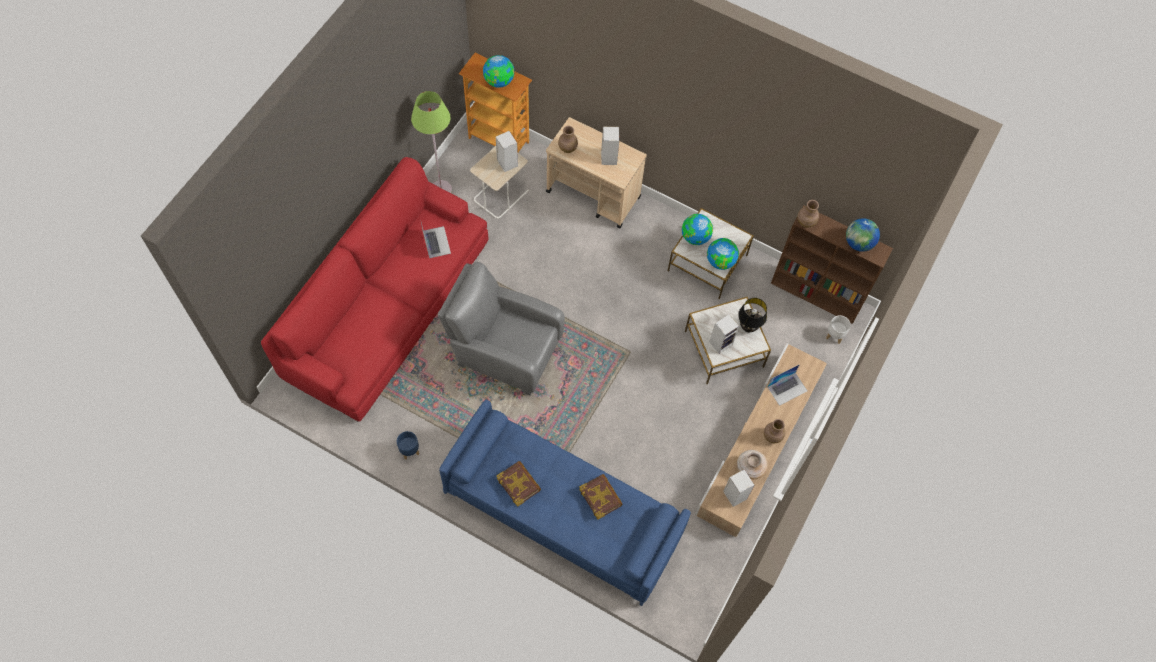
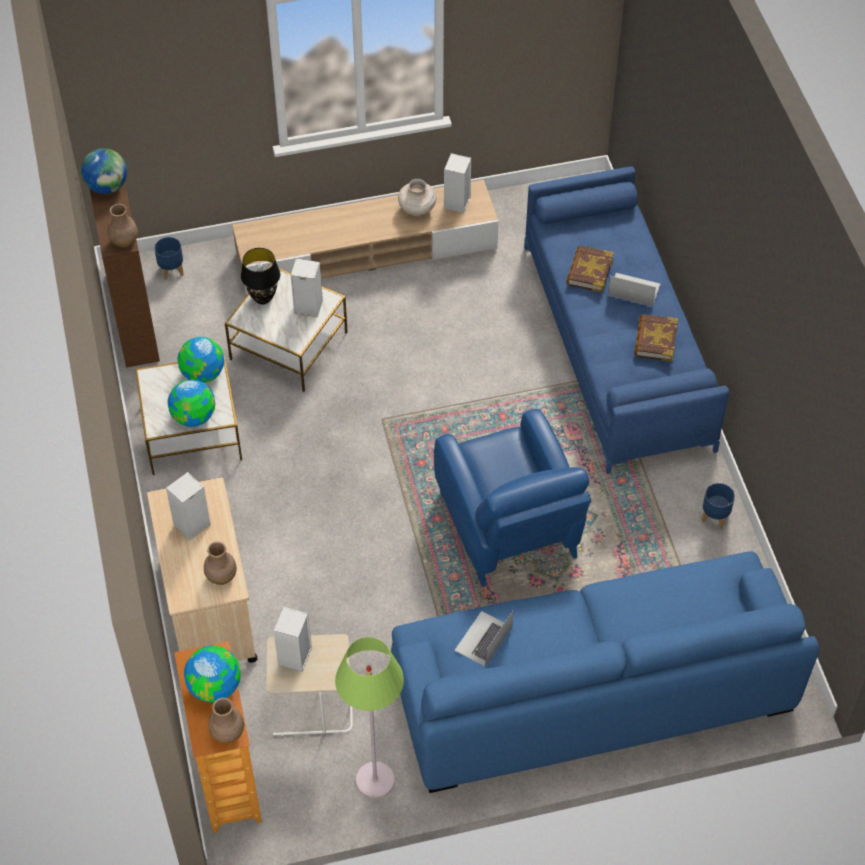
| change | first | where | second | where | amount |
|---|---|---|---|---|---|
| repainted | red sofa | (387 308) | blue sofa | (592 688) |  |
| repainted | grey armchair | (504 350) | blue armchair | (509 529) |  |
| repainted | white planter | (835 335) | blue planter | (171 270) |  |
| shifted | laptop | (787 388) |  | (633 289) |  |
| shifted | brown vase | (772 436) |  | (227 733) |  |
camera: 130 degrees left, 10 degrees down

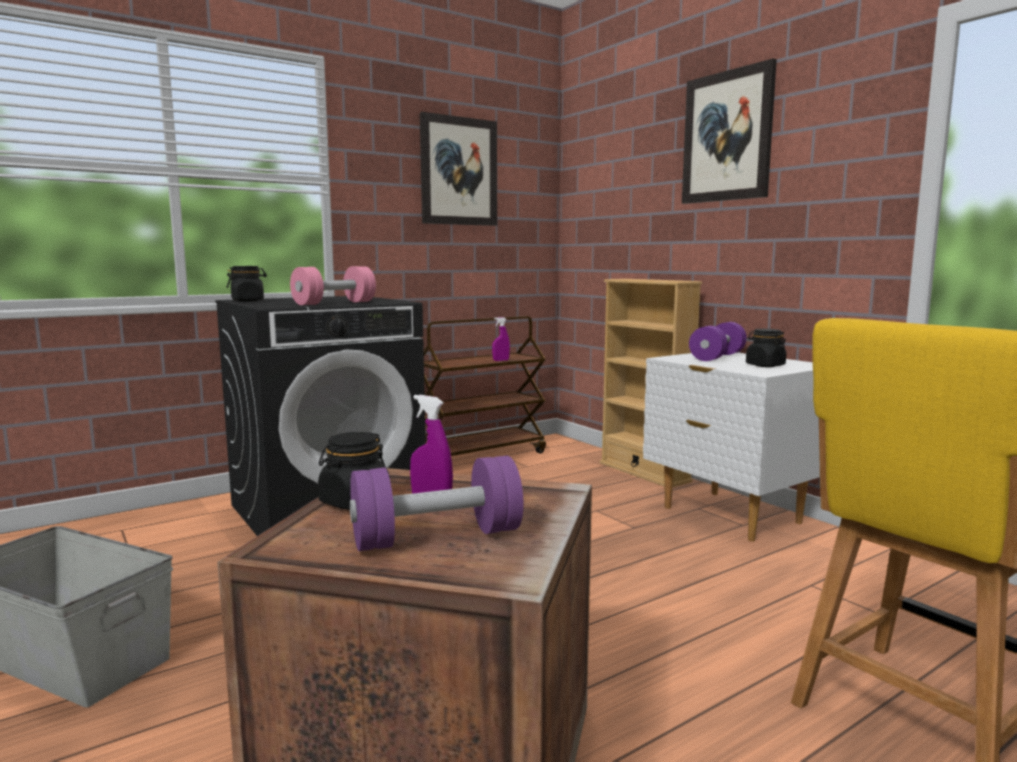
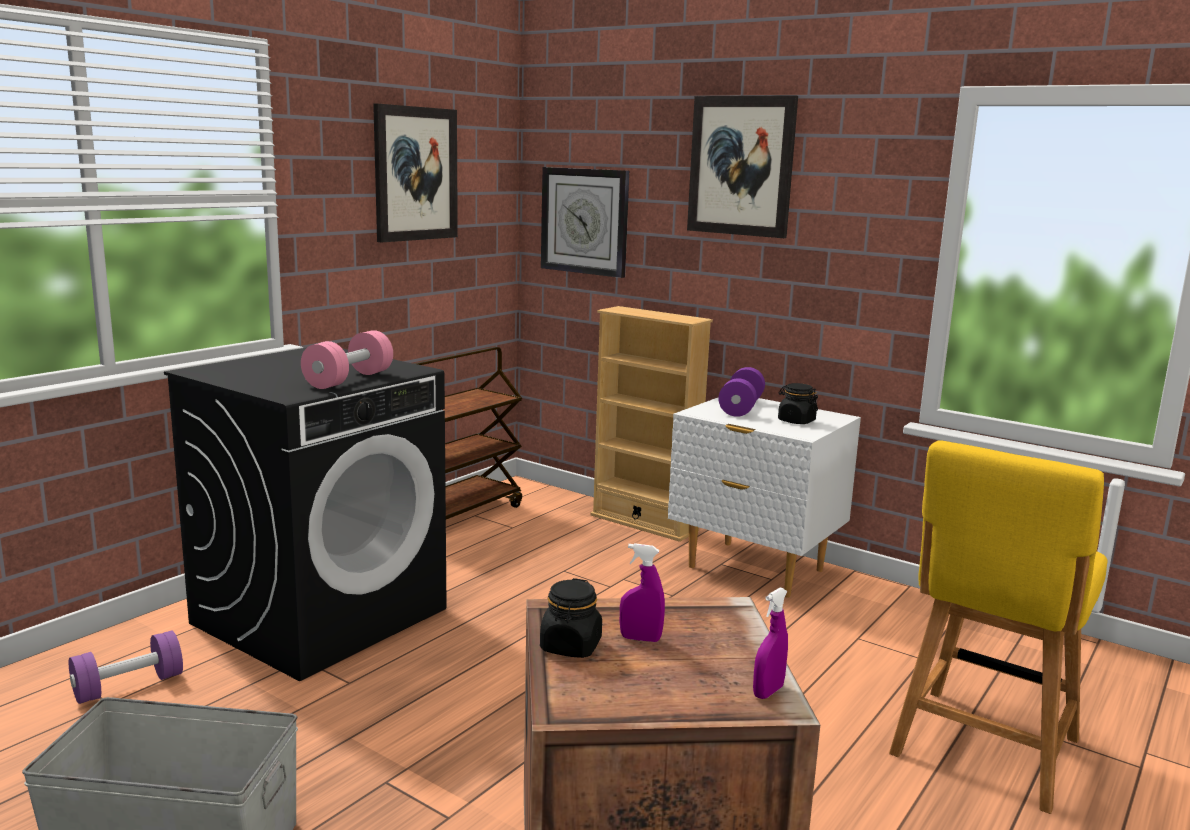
| change | first | where | second | where | amount |
|---|---|---|---|---|---|
| gone | black jar | (248 300) |  |  |  |
| shifted | purple spray bottle | (501 360) |  | (768 692) |  |
| shifted | purple dumbbell | (436 537) |  | (128 686) |  |
| new |  |  | wall clock | (585 221) |  |
camera: 20 degrees left, 5 degrees up

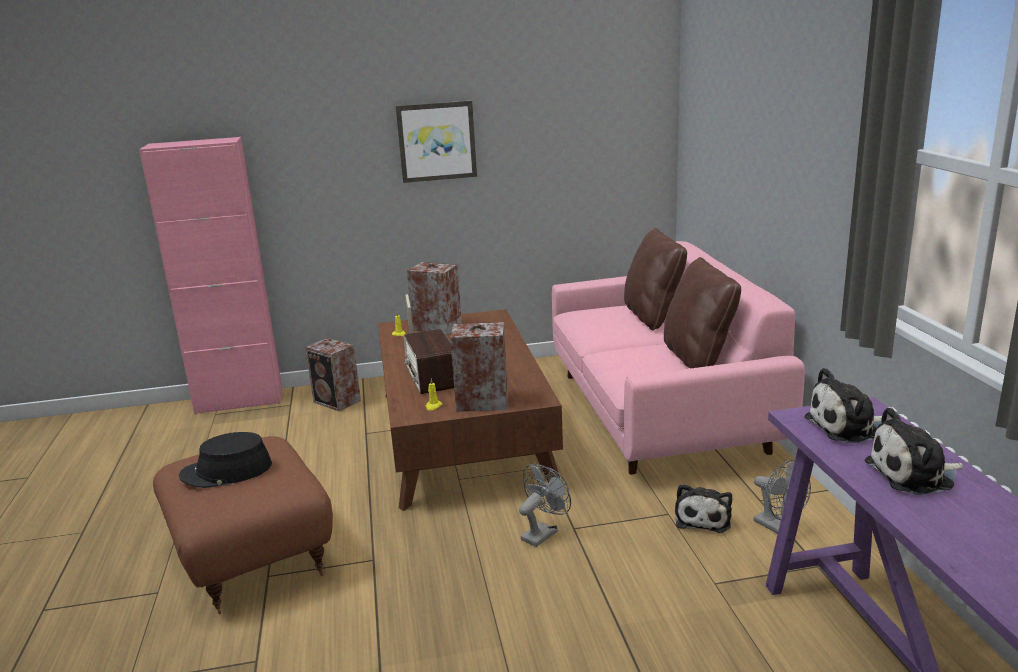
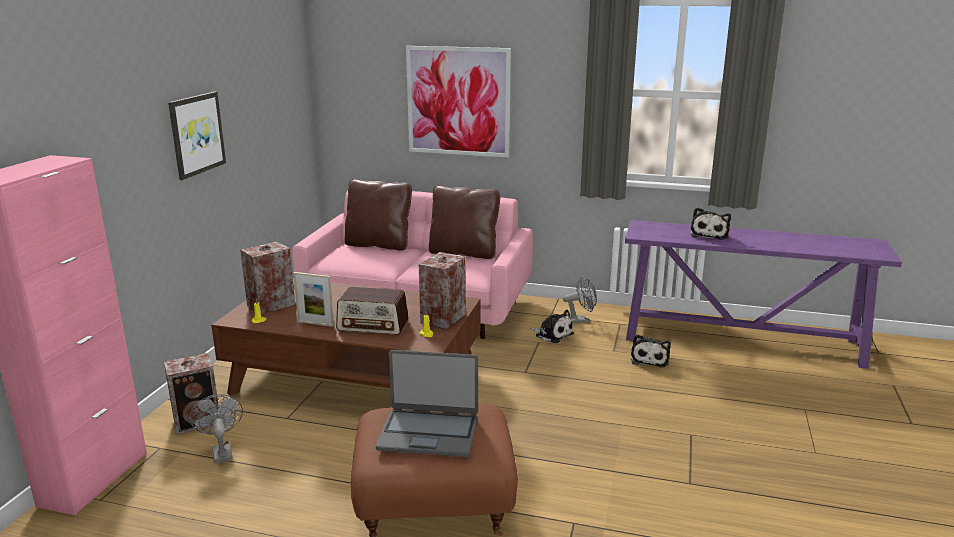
| change | first | where | second | where | amount |
|---|---|---|---|---|---|
| shifted | plush toy | (847 427) |  | (649 359) |  |
| swapped | black hat | (226 471) | laptop | (428 433) |  |
| shifted | grey fan | (543 533) |  | (221 451) |  |
| new |  |  | picture | (458 101) |  |
camera: 65 degrees left, 0 degrees up

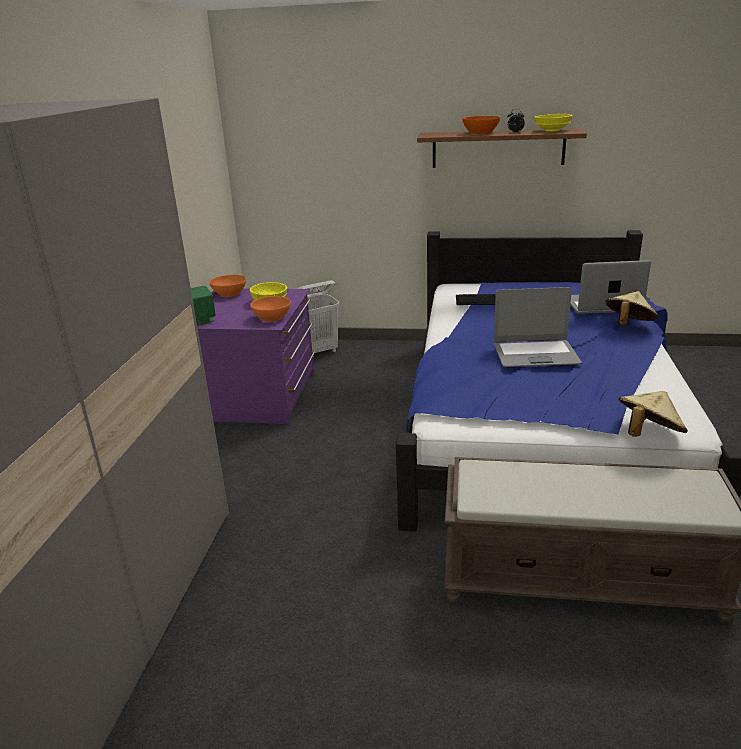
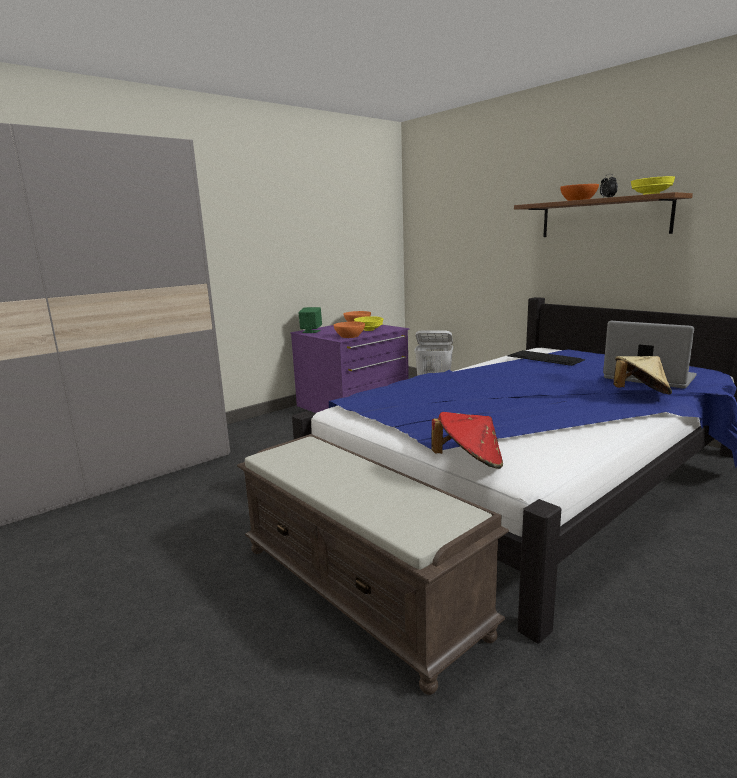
| change | first | where | second | where | amount |
|---|---|---|---|---|---|
| gone | laptop | (535 354) |  |  |  |
| repainted | beige hat | (648 434) | red hat | (469 463) |  |
camera: 40 degrees right, 10 degrees down

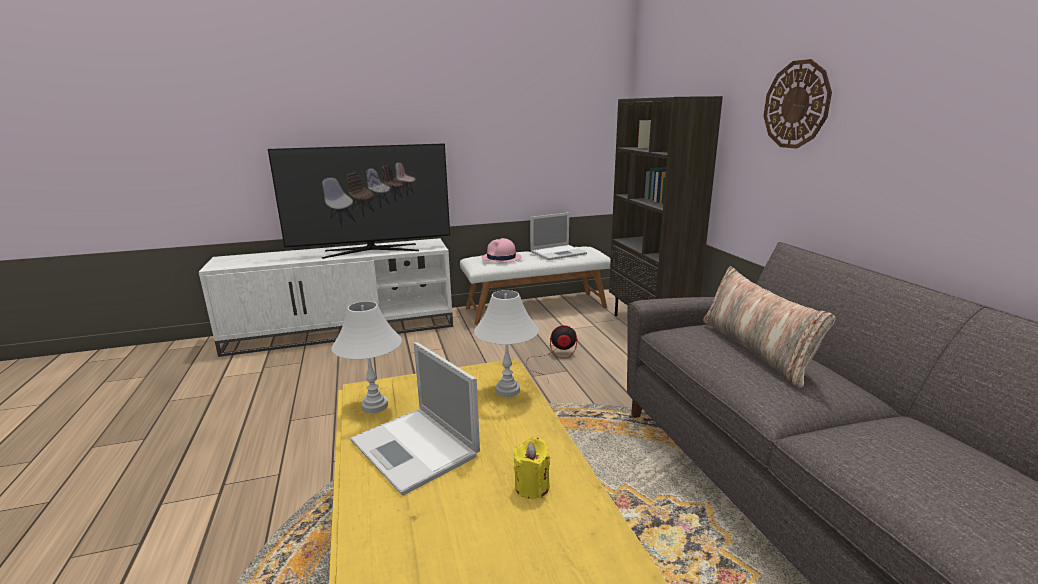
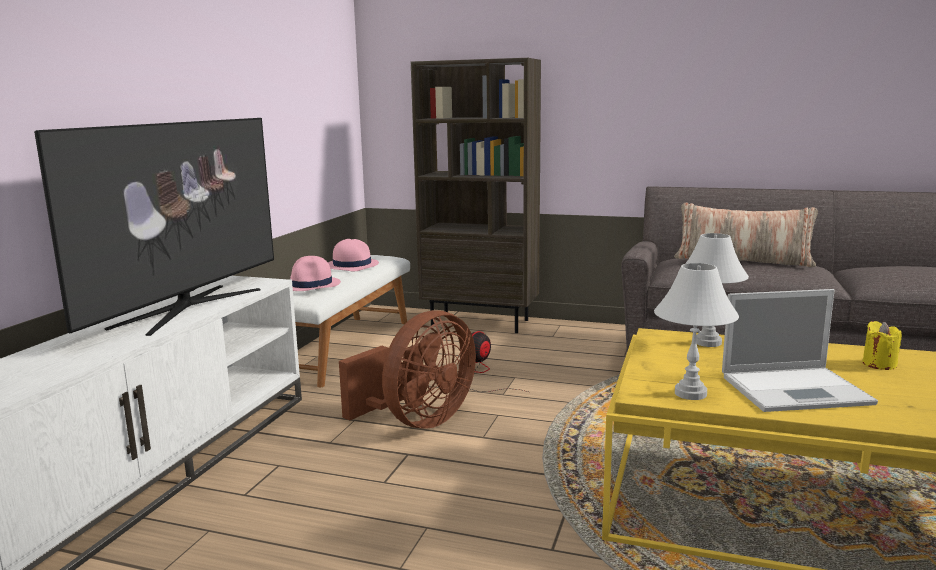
| change | first | where | second | where | amount |
|---|---|---|---|---|---|
| gone | wall clock | (796 105) |  |  |  |
| swapped | laptop | (559 252) | pink hat | (352 265) |  |
| new |  |  | brown fan | (418 421) |  |
camera: 55 degrees left, 5 degrees down

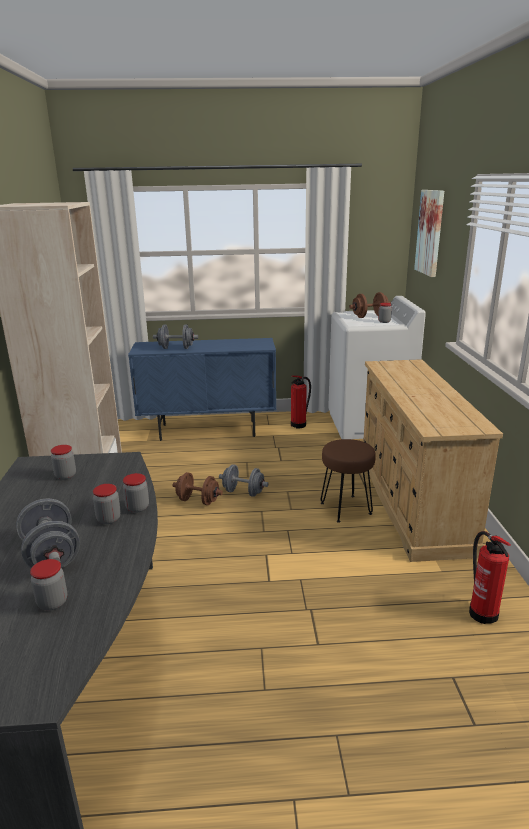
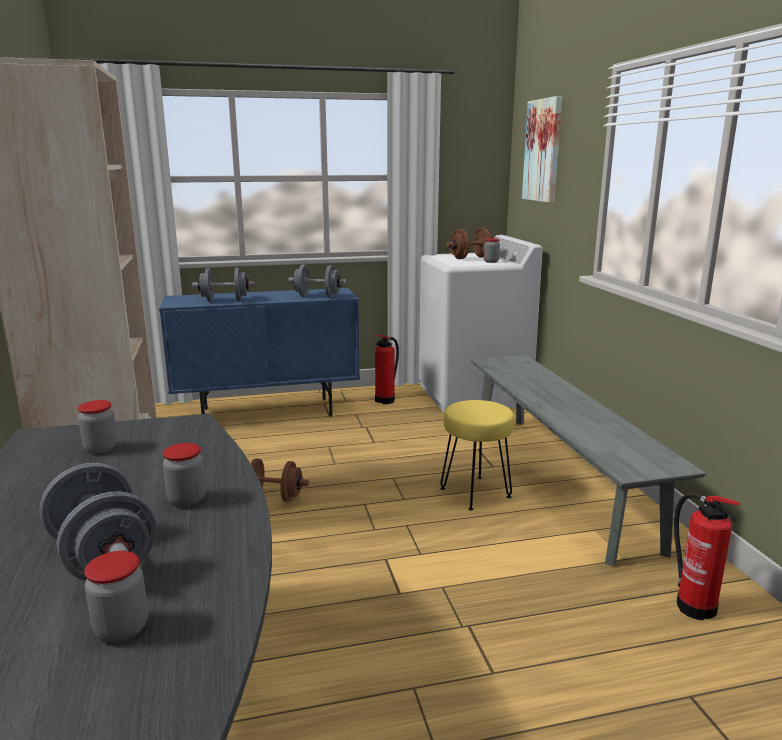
| change | first | where | second | where | amount |
|---|---|---|---|---|---|
| swapped | beige dresser | (412 501) | grey bench | (556 478) |  |
| repainted | brown stool | (346 508) | yellow stool | (476 493) |  |
| shifted | grey dumbbell | (243 492) |  | (317 296) |  |
| gone | jar | (137 507) |  |  |  |
camera: 10 degrees left, 5 degrees down

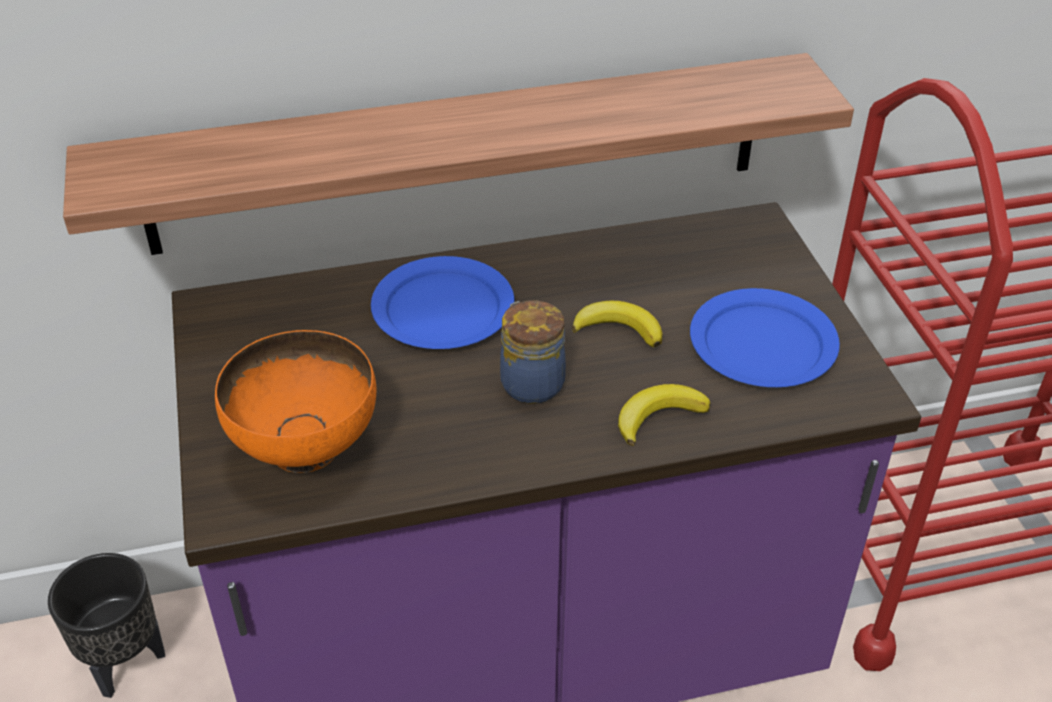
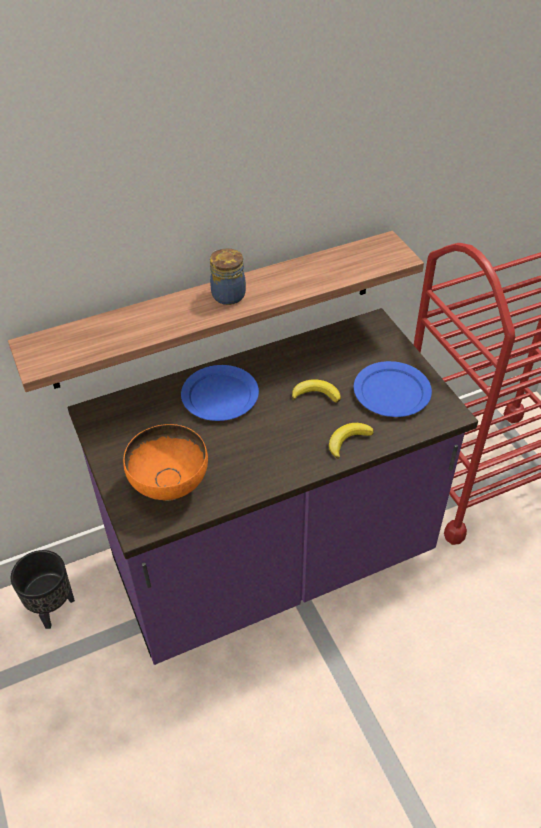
| change | first | where | second | where | amount |
|---|---|---|---|---|---|
| shifted | jar | (531 382) |  | (227 294) |  |
camera: 10 degrees left, 5 degrees up

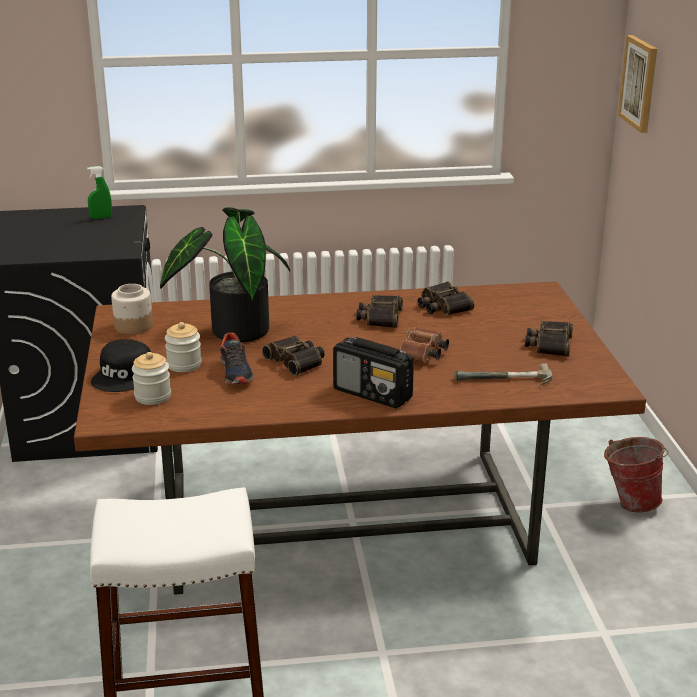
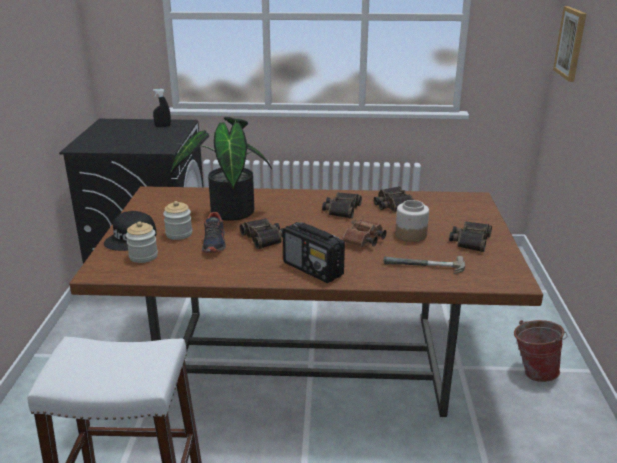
| change | first | where | second | where | amount |
|---|---|---|---|---|---|
| repainted | green spray bottle | (101 217) | black spray bottle | (163 126) |  |
| shifted | jar | (133 326) |  | (410 235) |  |
camera: 10 degrees right, 0 degrees up

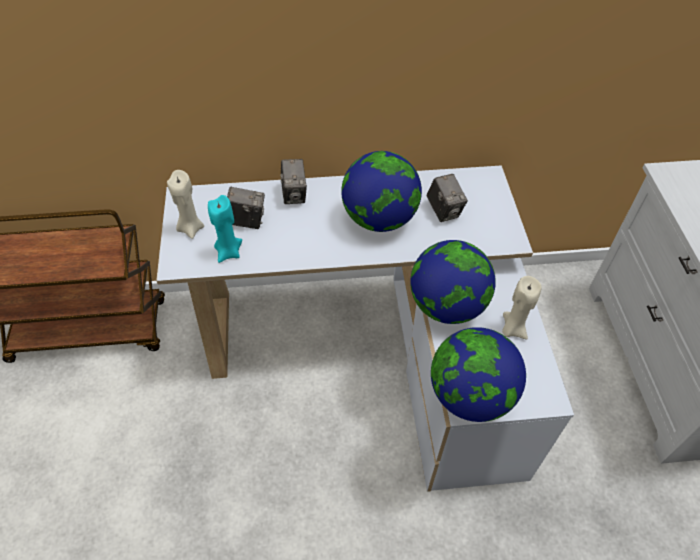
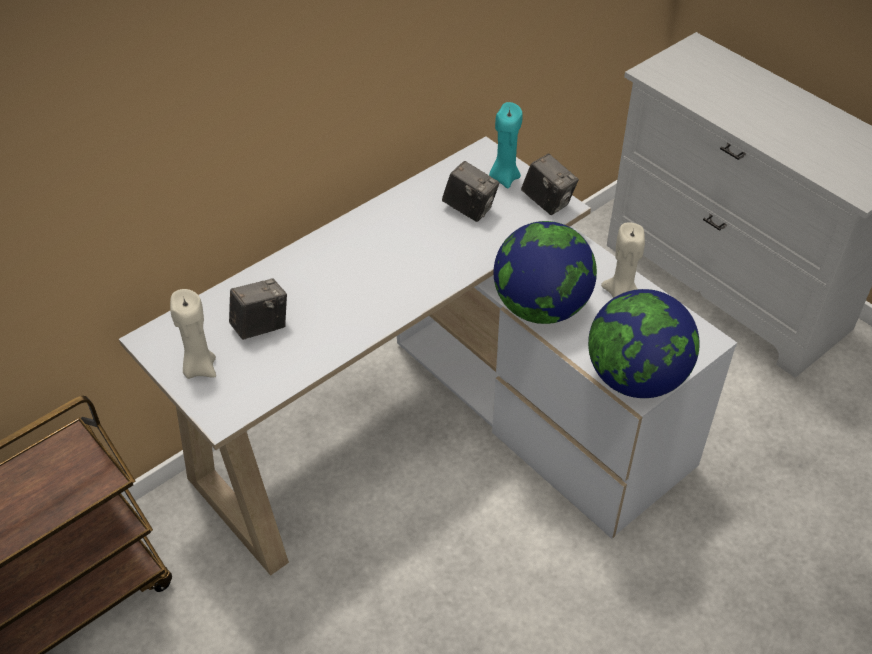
| change | first | where | second | where | amount |
|---|---|---|---|---|---|
| gone | globe | (379 219) |  |  |  |
| shifted | photo camera | (294 194) |  | (547 202) |  |
| shifted | turquoise candle | (228 252) |  | (504 178) |  |
camera: 35 degrees left, 5 degrees down

